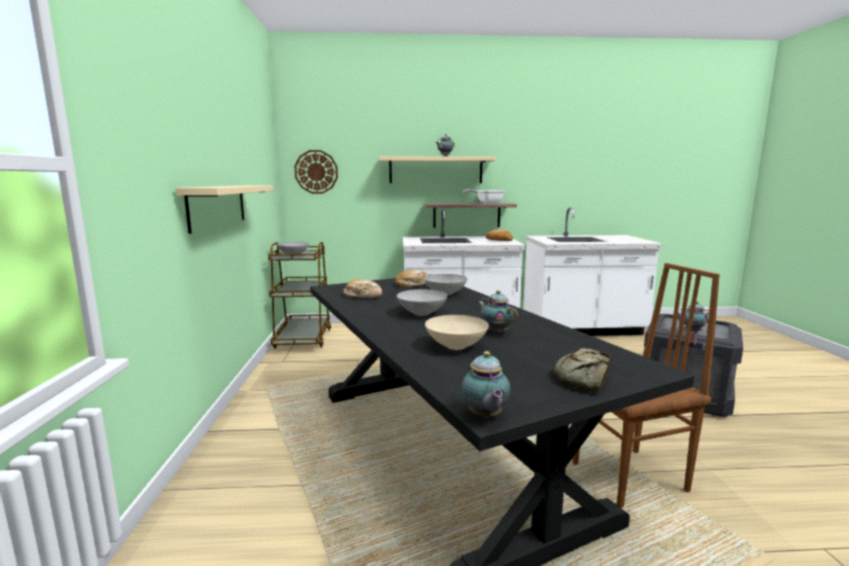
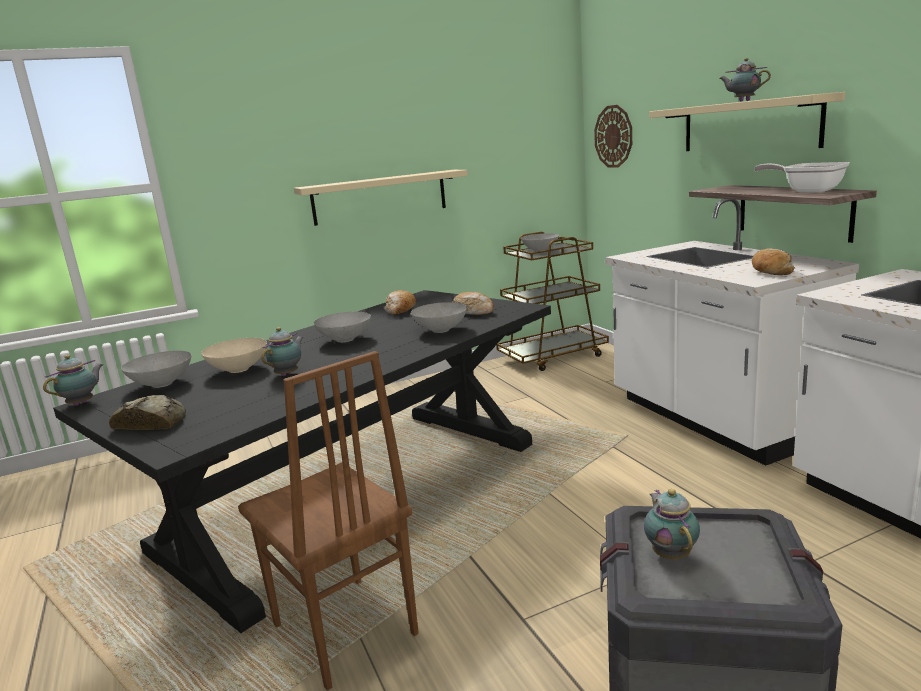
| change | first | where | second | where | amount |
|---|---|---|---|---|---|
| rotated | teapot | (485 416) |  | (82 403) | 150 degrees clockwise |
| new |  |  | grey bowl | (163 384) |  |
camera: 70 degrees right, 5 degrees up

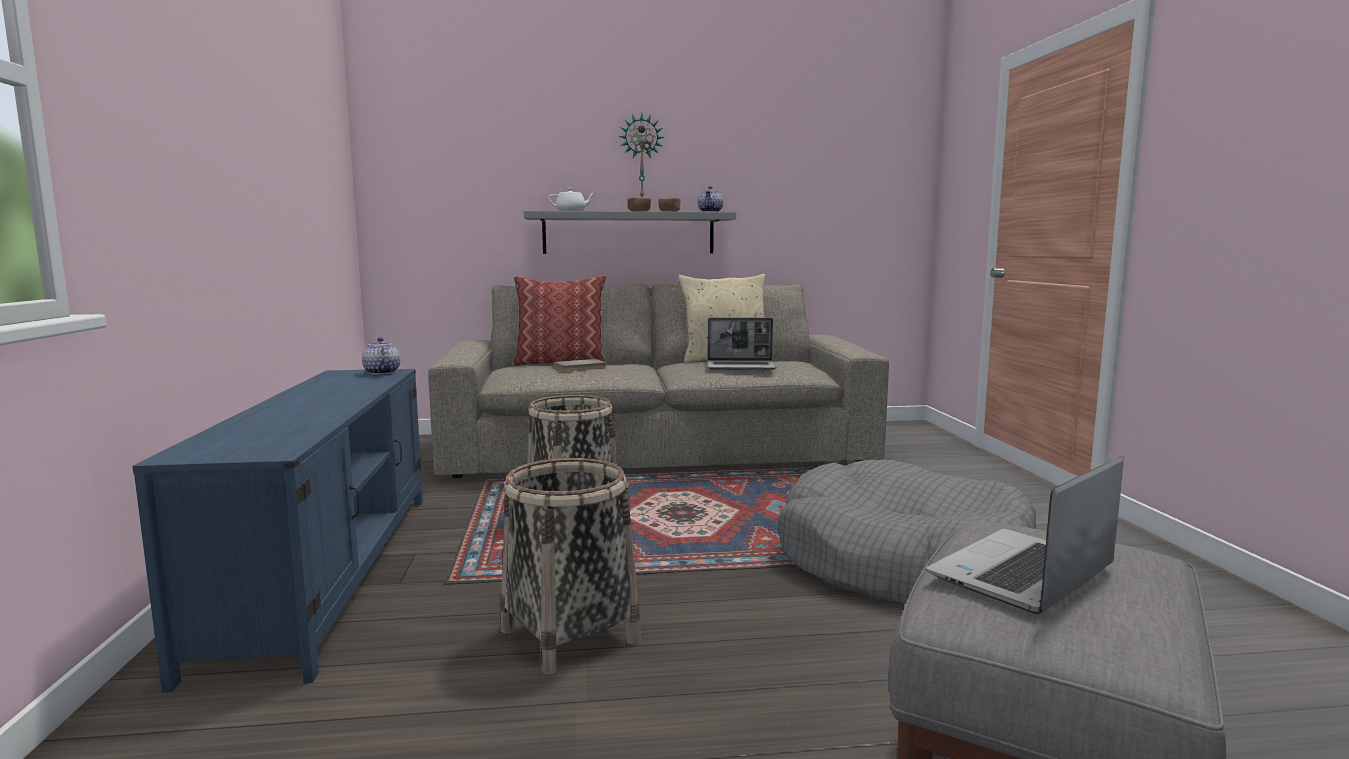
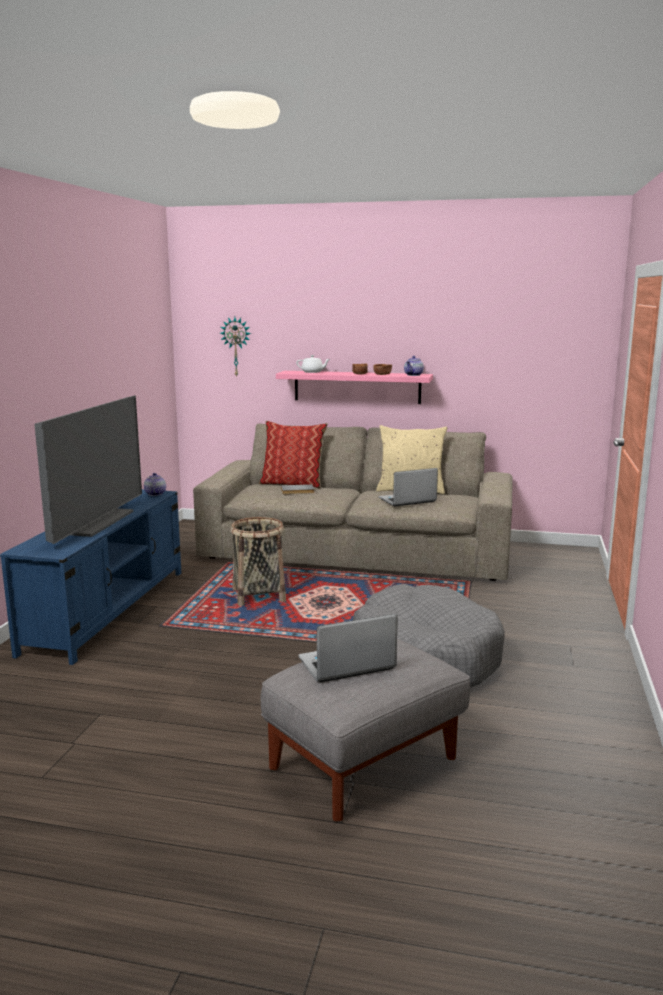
| change | first | where | second | where | amount |
|---|---|---|---|---|---|
| shifted | wall clock | (641 156) |  | (236 346) |  |
| repainted | grey shelf | (629 233) | pink shelf | (357 387) |  |
| rotated | laptop | (741 367) |  | (407 500) | 135 degrees clockwise |
| gone | basket | (570 635) |  |  |  |
| new |  |  | television | (94 521) |  |
camera: 20 degrees right, 5 degrees up

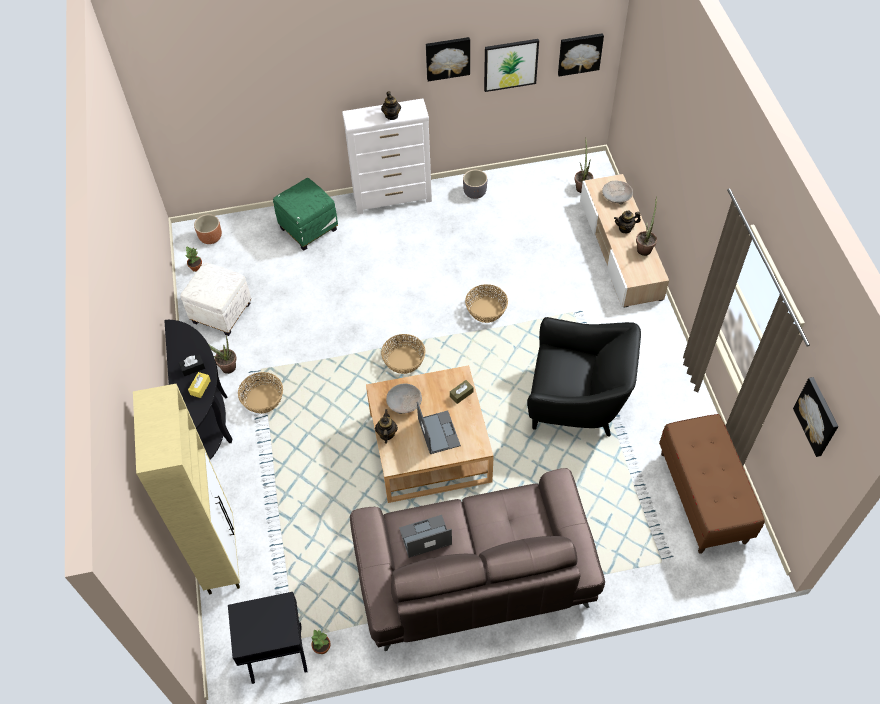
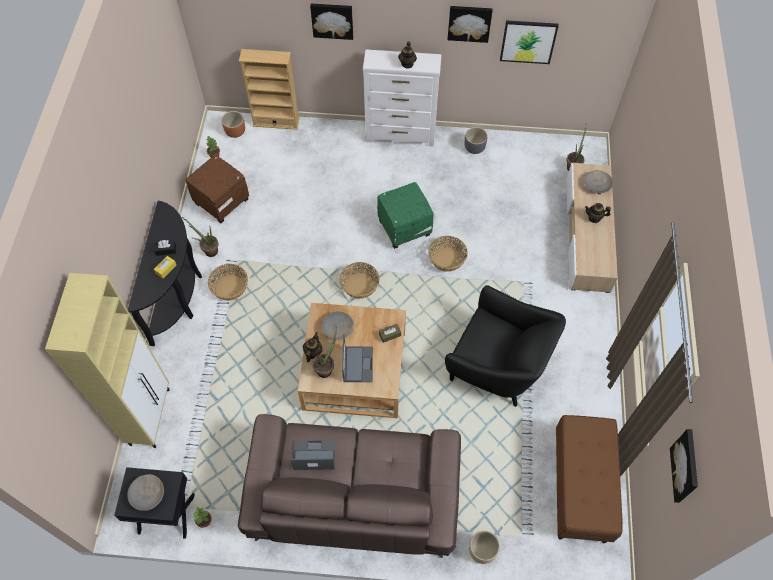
| change | first | where | second | where | amount |
|---|---|---|---|---|---|
| shifted | picture | (579 53) |  | (332 20) |  |
| shifted | green ottoman | (309 228) |  | (404 227) |  |
| shifted | potted plant | (644 247) |  | (326 368) |  |
| repainted | white ottoman | (221 314) | brown ottoman | (221 202) |  |
| new |  |  | beige bookcase | (276 122) |  |
| new |  |  | beige bowl | (148 495) |  |
| new |  |  | beige planter | (482 551) |  |
camera: 15 degrees right, 5 degrees up

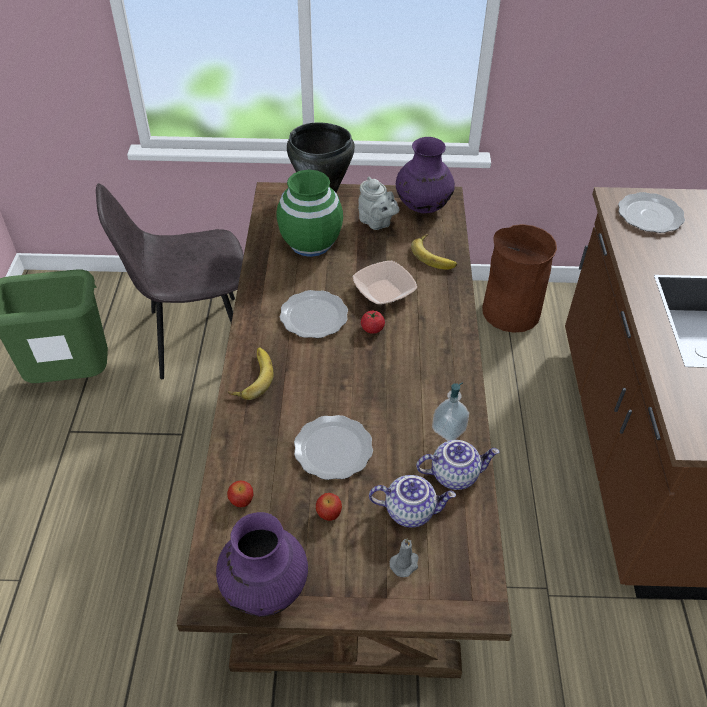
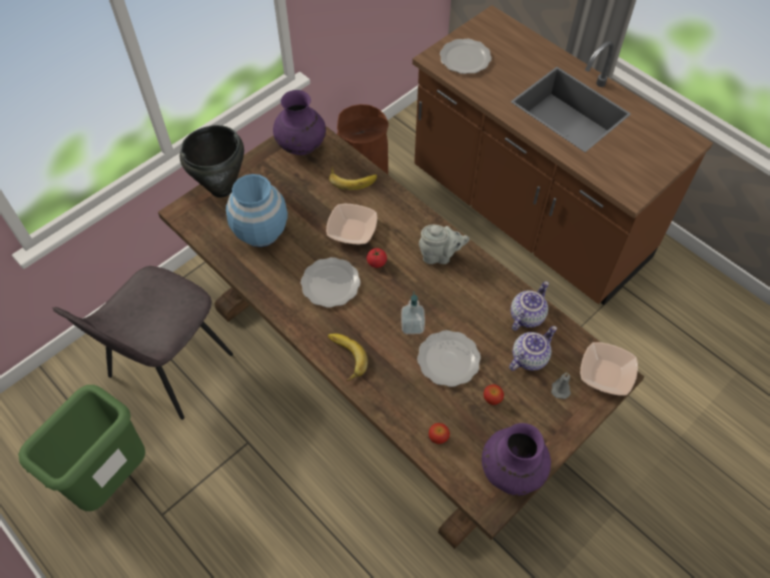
| change | first | where | second | where | amount |
|---|---|---|---|---|---|
| repainted | green vase | (311 243) | blue vase | (261 231) |  |
| shifted | grey teapot | (377 223) |  | (440 256) |  |
| shifted | soap dispenser | (449 429) |  | (412 325) |  |
| new |  |  | bowl | (606 374) |  |
camera: 45 degrees left, 10 degrees up

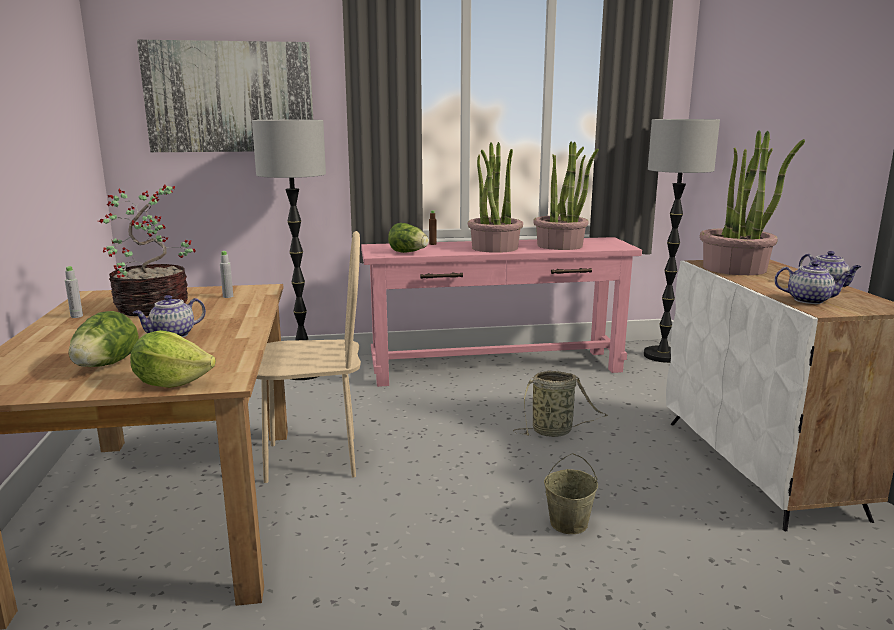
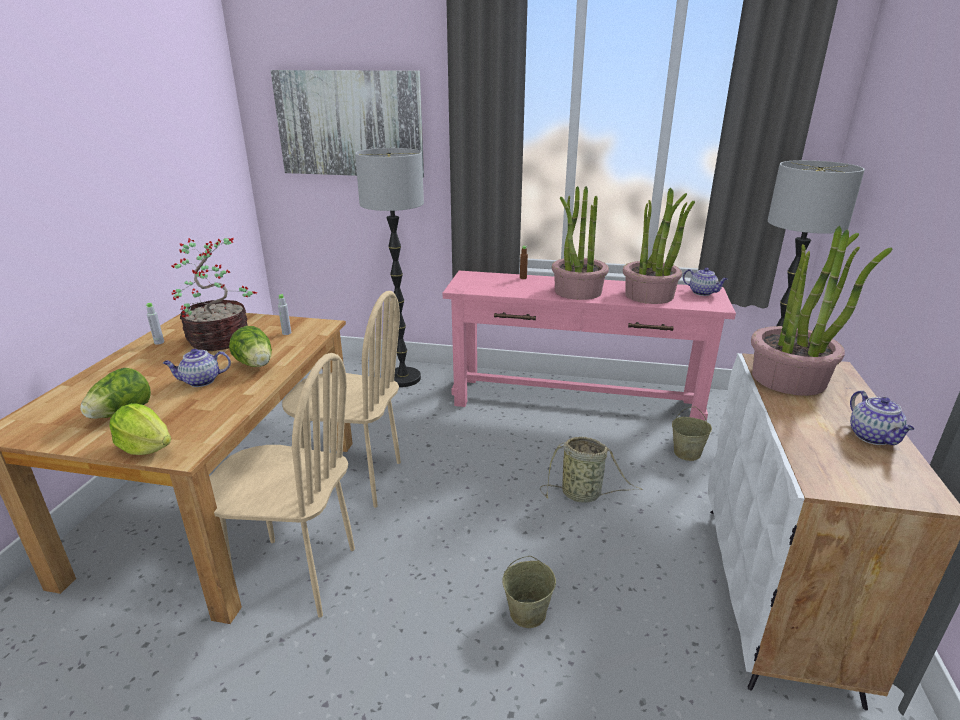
| change | first | where | second | where | amount |
|---|---|---|---|---|---|
| shifted | lettuce | (408 252) |  | (256 365) |  |
| shifted | teapot | (809 300) |  | (703 293) |  |
| new |  |  | beige chair | (295 575) |  |
| new |  |  | beige bucket | (687 453) |  |
camera: 20 degrees right, 10 degrees up

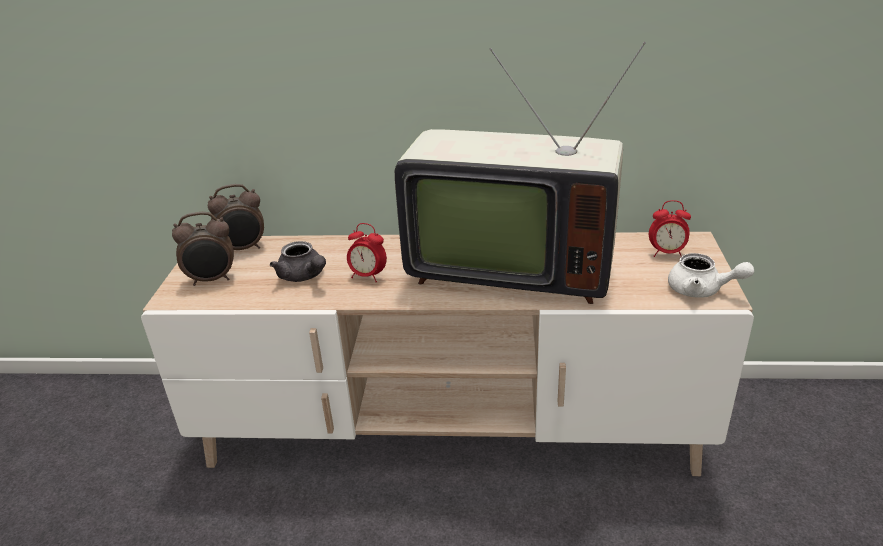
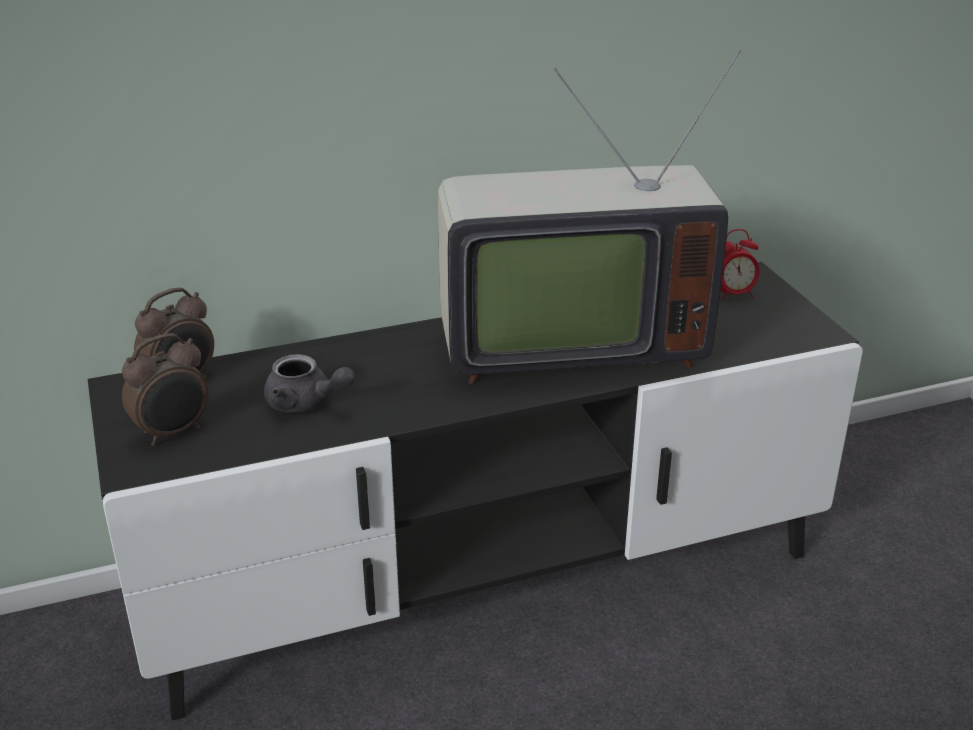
| change | first | where | second | where | amount |
|---|---|---|---|---|---|
| gone | alarm clock | (368 276) |  |  |  |
| repainted | beige tv stand | (450 427) | black tv stand | (486 578) |  |
| gone | white teapot | (701 290) |  |  |  |
camera: 25 degrees left, 0 degrees up

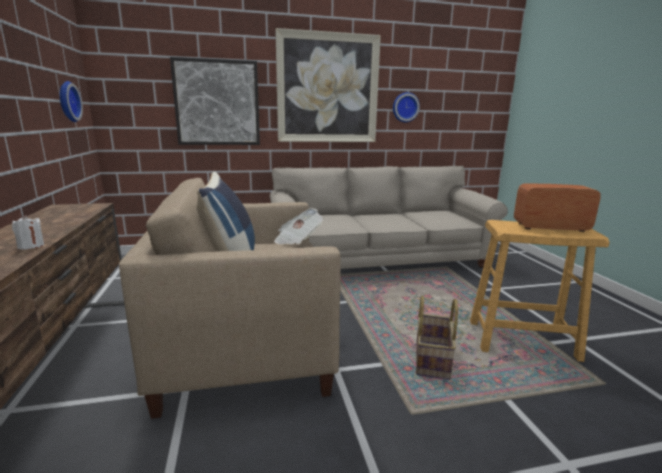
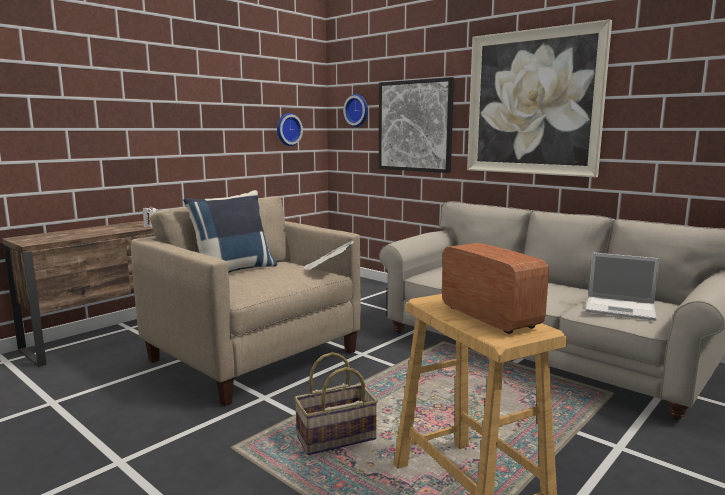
| change | first | where | second | where | amount |
|---|---|---|---|---|---|
| shifted | wall clock | (405 107) |  | (357 110) |  |
| new |  |  | laptop | (621 309) |  |
camera: 55 degrees right, 5 degrees down

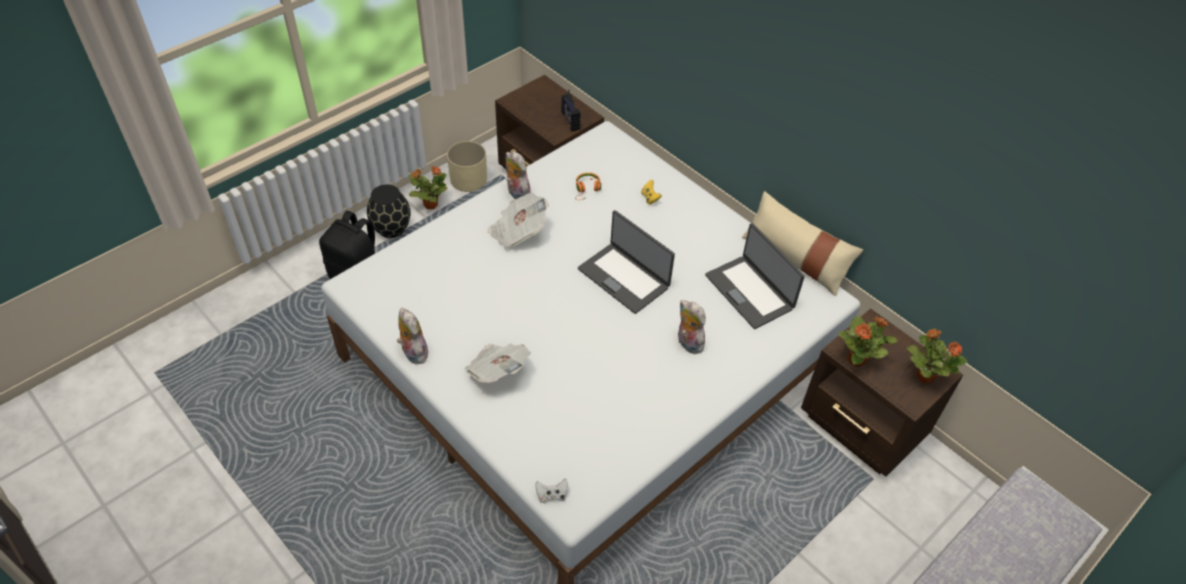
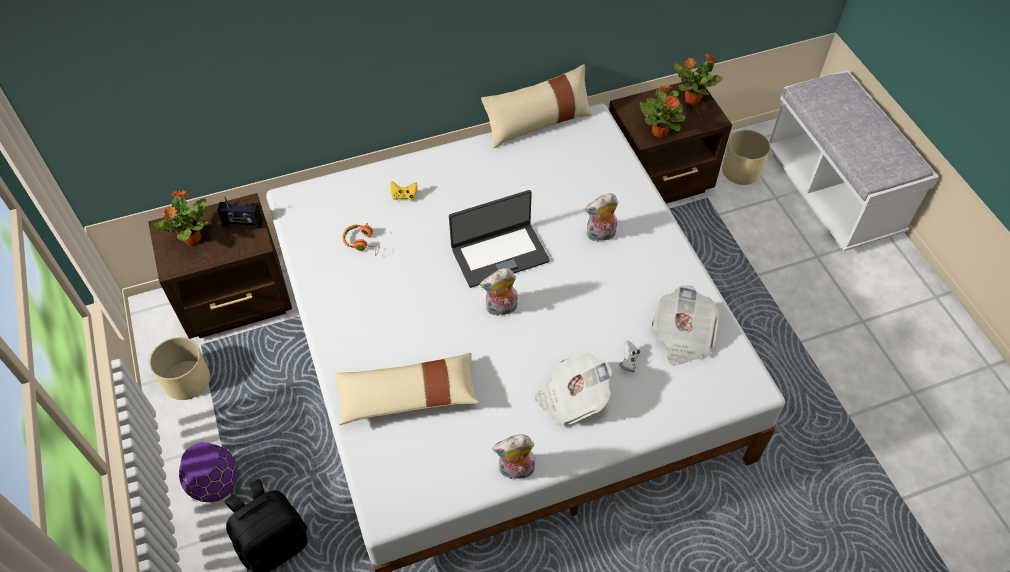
| change | first | where | second | where | amount |
|---|---|---|---|---|---|
| shifted | plush toy | (516 193) |  | (501 309) |  |
| shifted | potted plant | (430 204) |  | (192 239) |  |
| repainted | black vase | (392 228) | purple vase | (216 484) |  |
| shifted | newspaper | (518 231) |  | (682 337) |  |
| gone | laptop | (750 291) |  |  |  |
| shifted | white game controller | (552 495) |  | (628 362) |  |
| new |  |  | beige planter | (741 170) |  |
| new |  |  | beige pillow | (408 396) |  |
camera: 65 degrees left, 5 degrees up

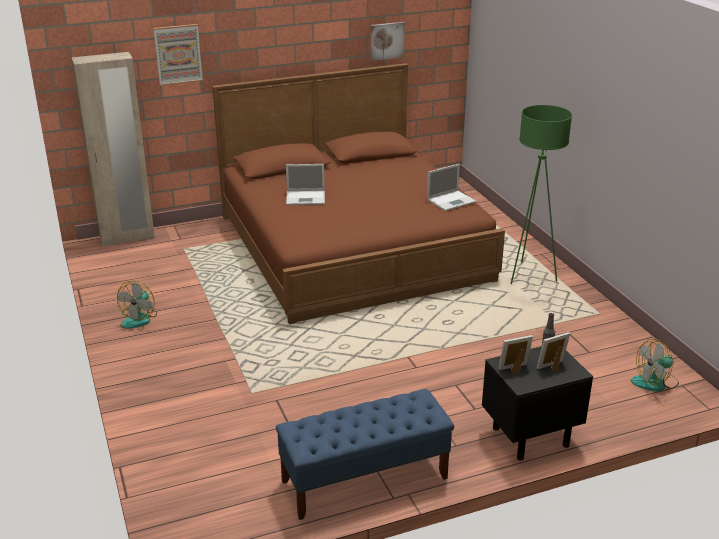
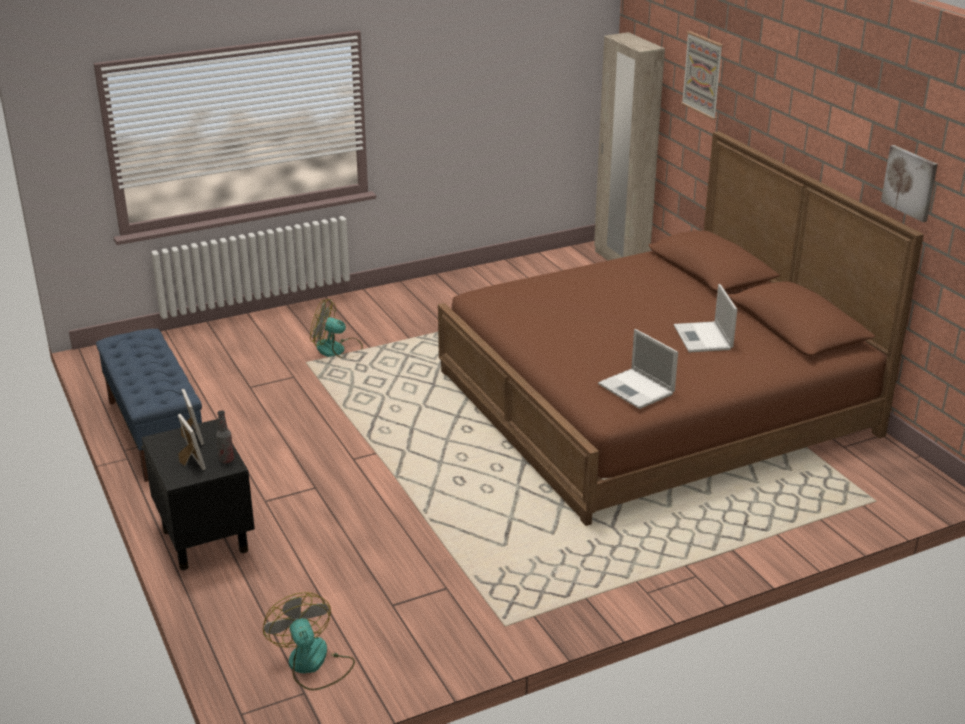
| change | first | where | second | where | amount |
|---|---|---|---|---|---|
| gone | green floor lamp | (529 276) |  |  |  |
| shifted | laptop | (306 198) |  | (703 338) |  |
| shifted | fan | (140 318) |  | (337 350) |  |
camera: 85 degrees right, 0 degrees up

